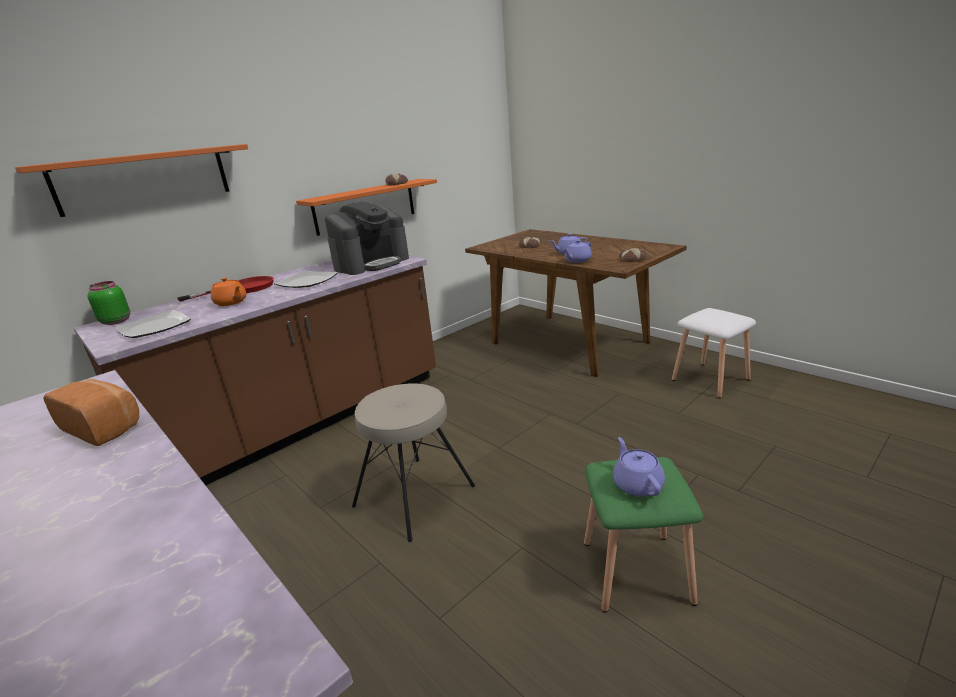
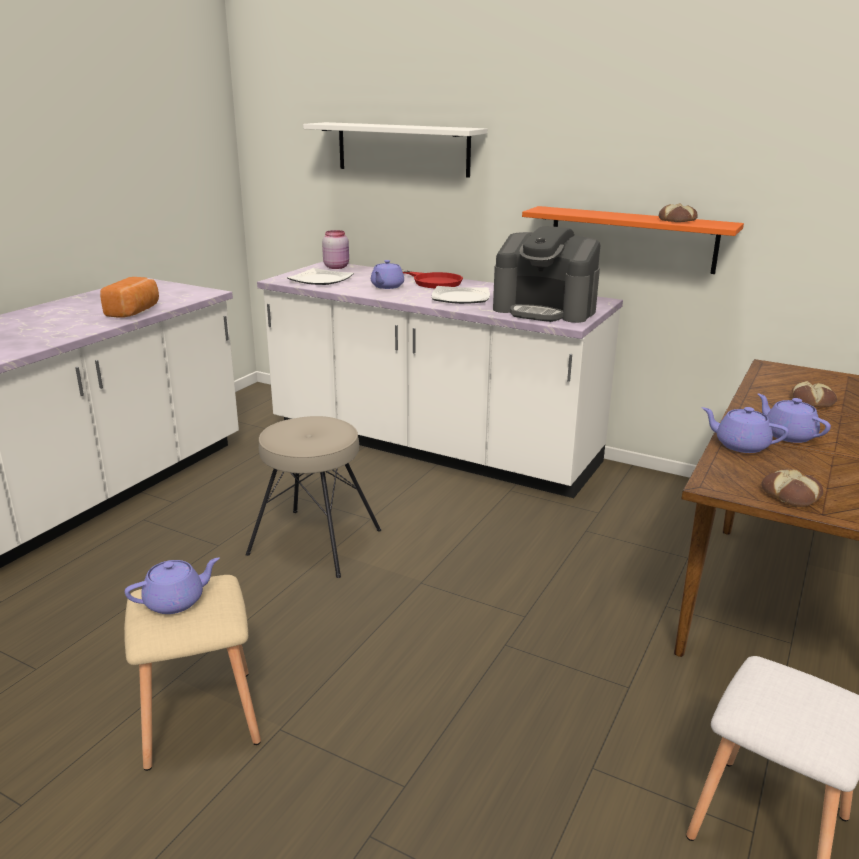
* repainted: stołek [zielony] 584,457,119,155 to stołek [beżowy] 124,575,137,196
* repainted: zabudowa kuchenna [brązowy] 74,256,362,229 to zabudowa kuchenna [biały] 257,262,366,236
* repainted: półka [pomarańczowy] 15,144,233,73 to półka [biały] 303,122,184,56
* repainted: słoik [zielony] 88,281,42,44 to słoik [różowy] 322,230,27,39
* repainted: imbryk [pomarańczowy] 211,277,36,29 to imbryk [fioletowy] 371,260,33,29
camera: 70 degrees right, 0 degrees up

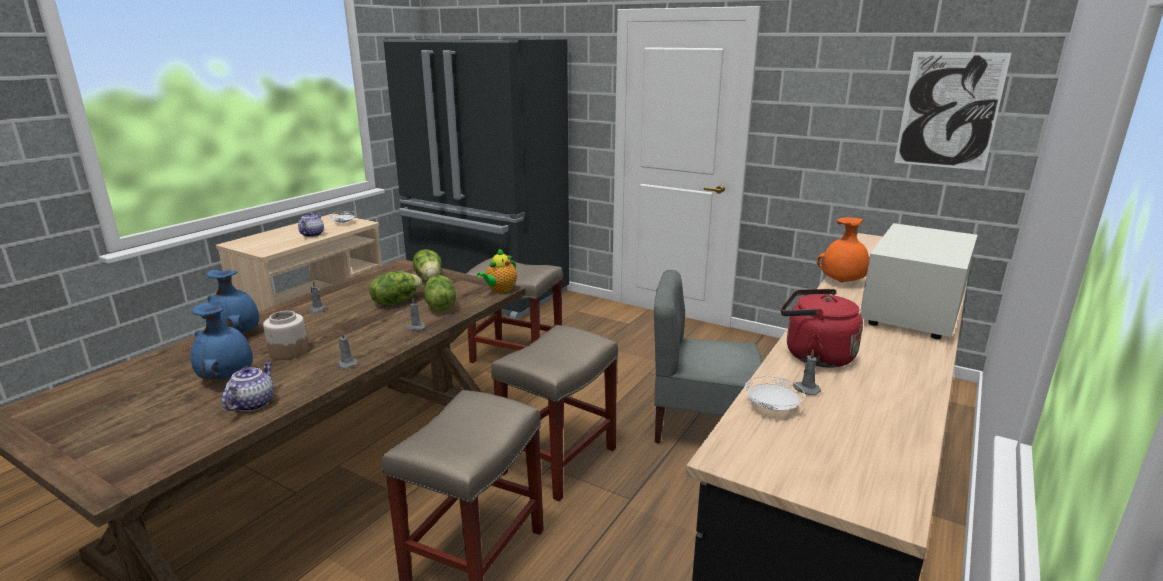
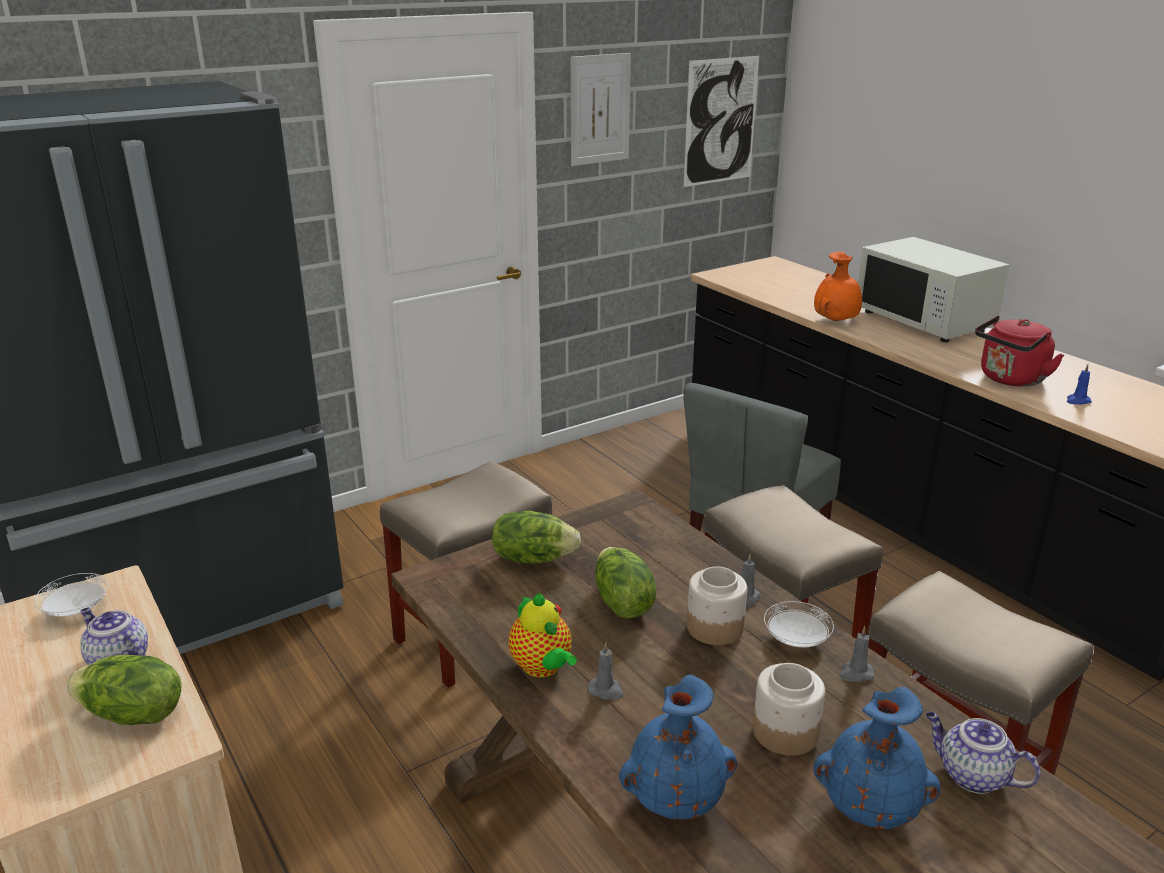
* shifted: sałata 424,275,32,36 to 67,655,115,70
* shifted: imbryk 477,248,40,45 to 509,593,68,85
* new: obraz 571,53,60,113
* new: słoik 687,566,60,79
* shifted: talerz [biały] 745,376,60,34 to 764,601,70,46
* repainted: świeca [szary] 793,350,28,45 to świeca [niebieski] 1067,364,25,40
camera: 65 degrees left, 5 degrees up

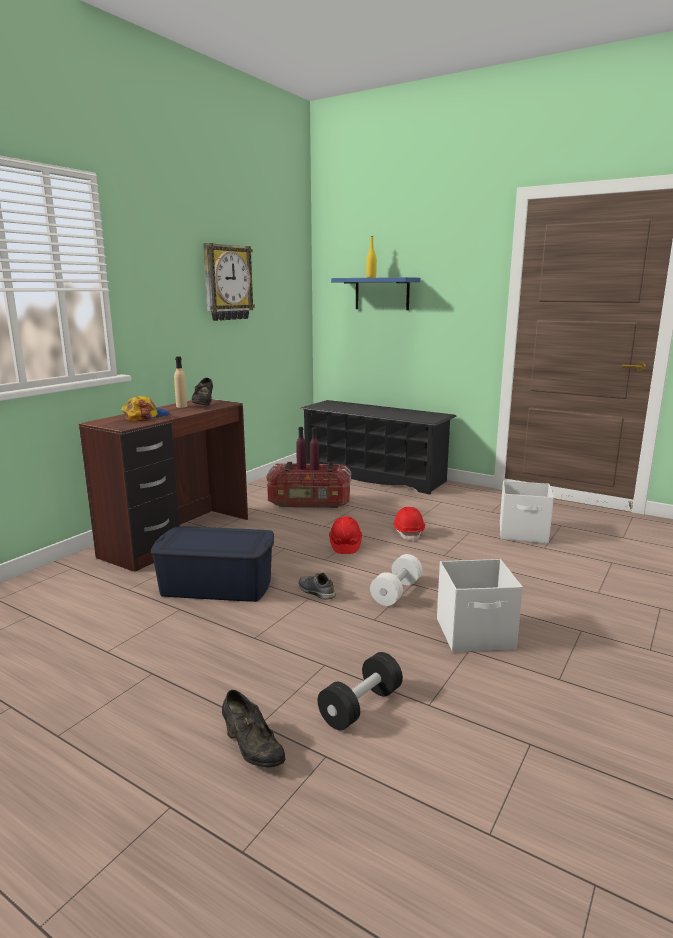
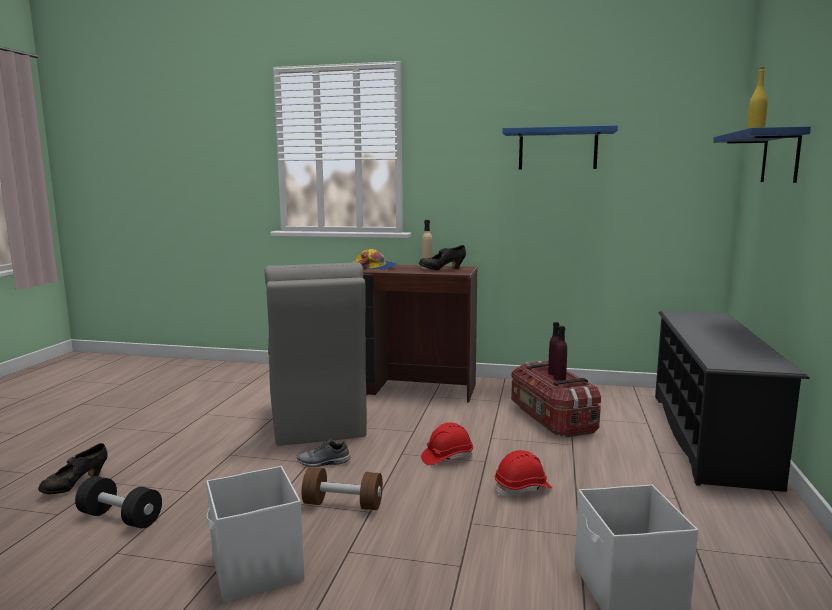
* swapped: pojemnik do przechowywania [niebieski] 151,526,123,76 to krzesło [szary] 264,262,103,184
* rotated: but [szary] 299,573,37,27 = 297,439,53,28 120 degrees counterclockwise
* repainted: hantel [biały] 370,554,53,52 to hantel [brązowy] 302,467,81,43
* swapped: zegar ścienny 203,243,52,78 to półka [niebieski] 502,125,116,45
camera: 70 degrees right, 5 degrees down

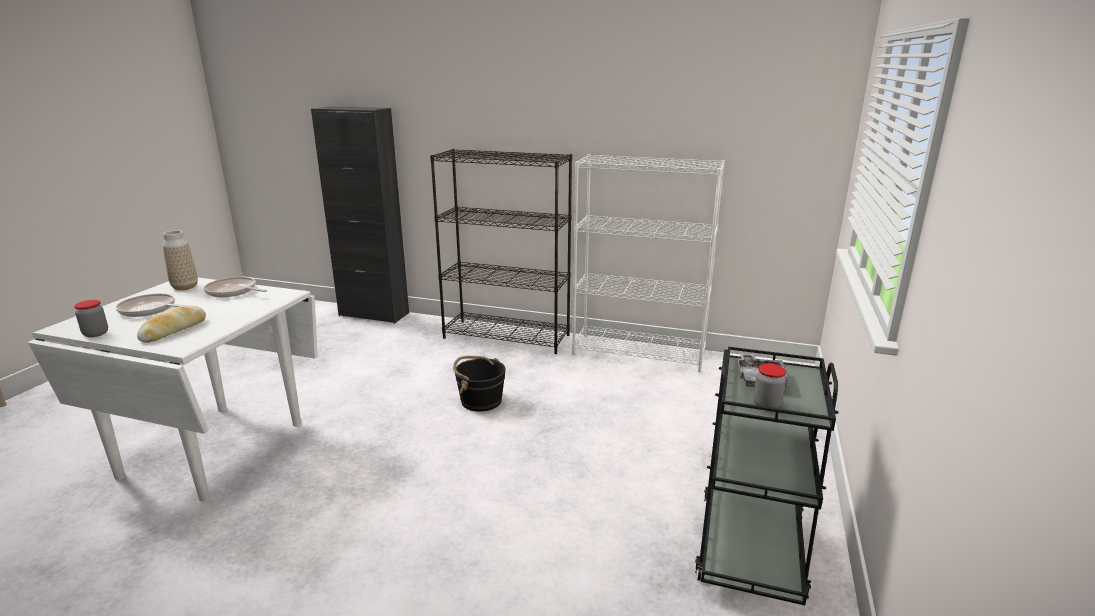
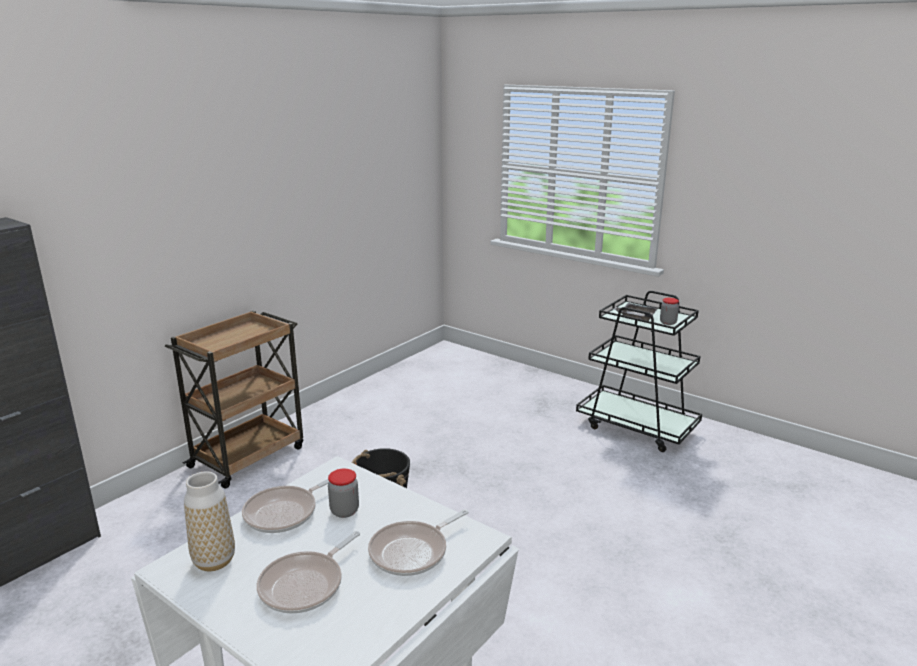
* swapped: regał [czarny] 430,149,142,205 to wózek [brązowy] 165,311,138,178
* shifted: słoik 74,300,34,37 to 328,469,31,49
* swapped: chleb 137,305,69,38 to patelnia 368,509,101,67
* gone: regał [biały] 572,154,153,218
camera: 70 degrees left, 0 degrees up

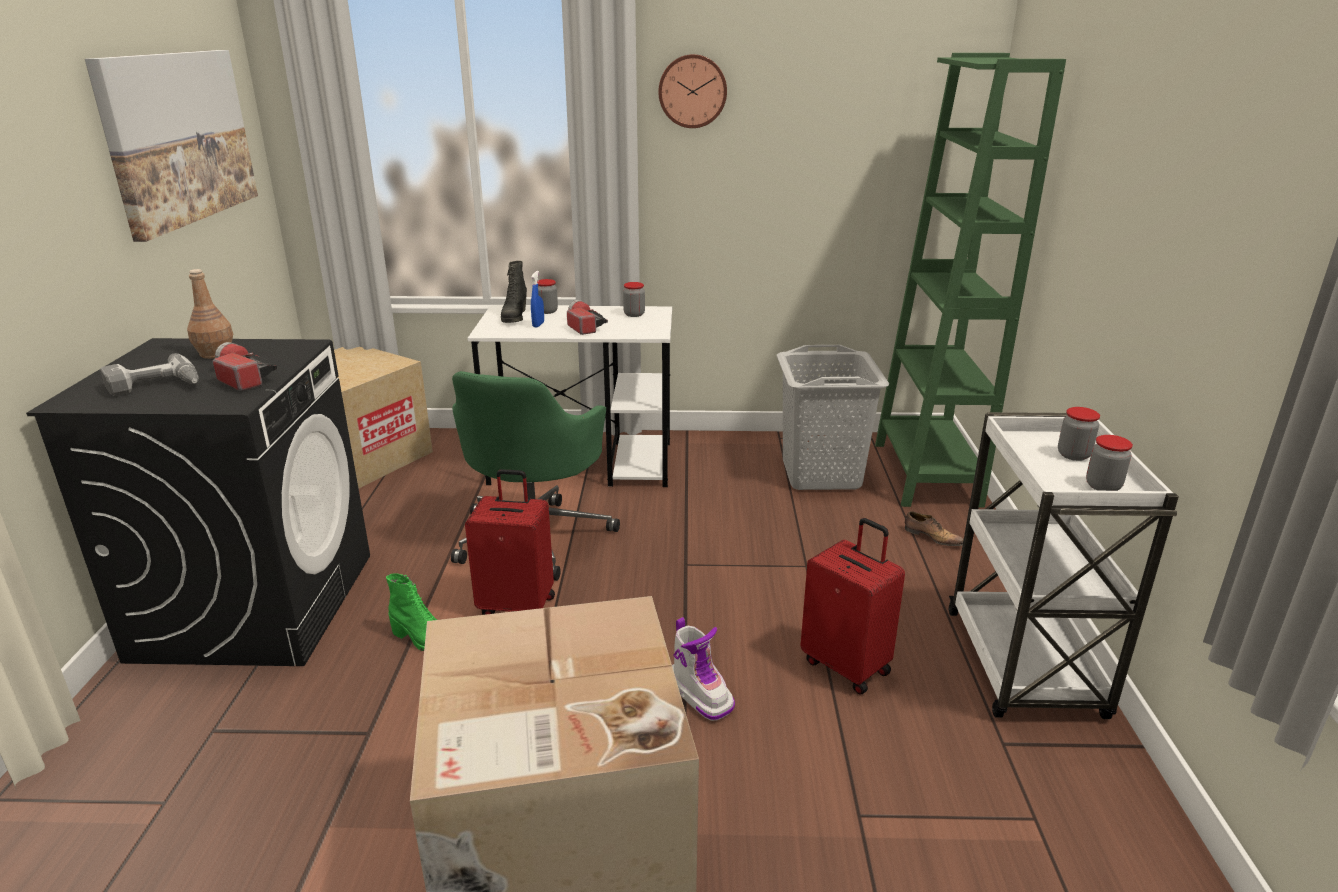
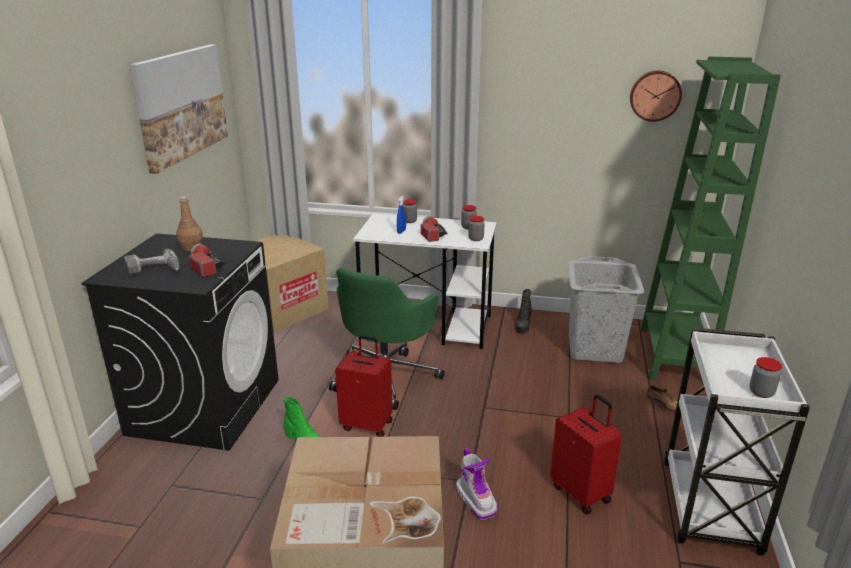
* shifted: słoik 1058,407,42,54 to 468,216,17,25
* shifted: but z cholewką [czarny] 501,261,26,62 to 515,289,17,44
* shifted: zegar ścienny 658,54,69,74 to 630,71,52,51
camera: 10 degrees right, 0 degrees up

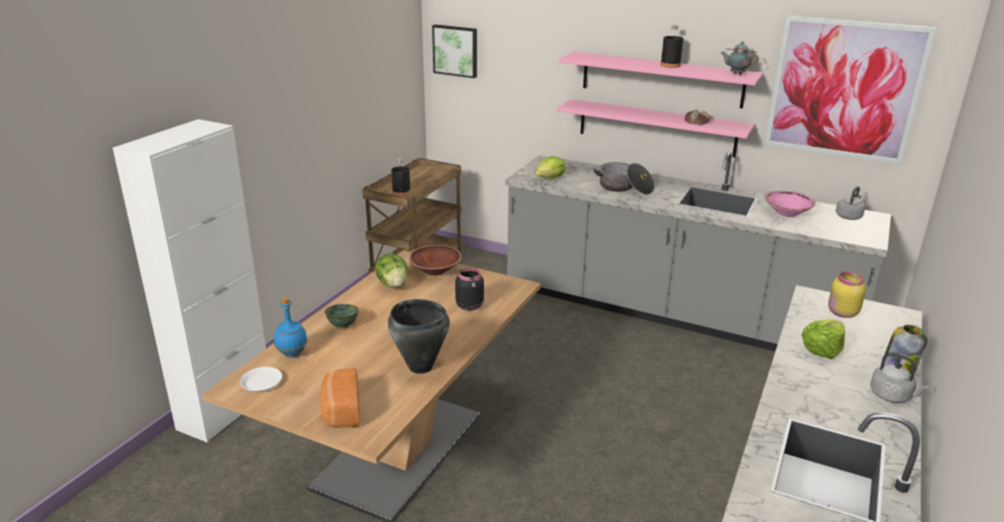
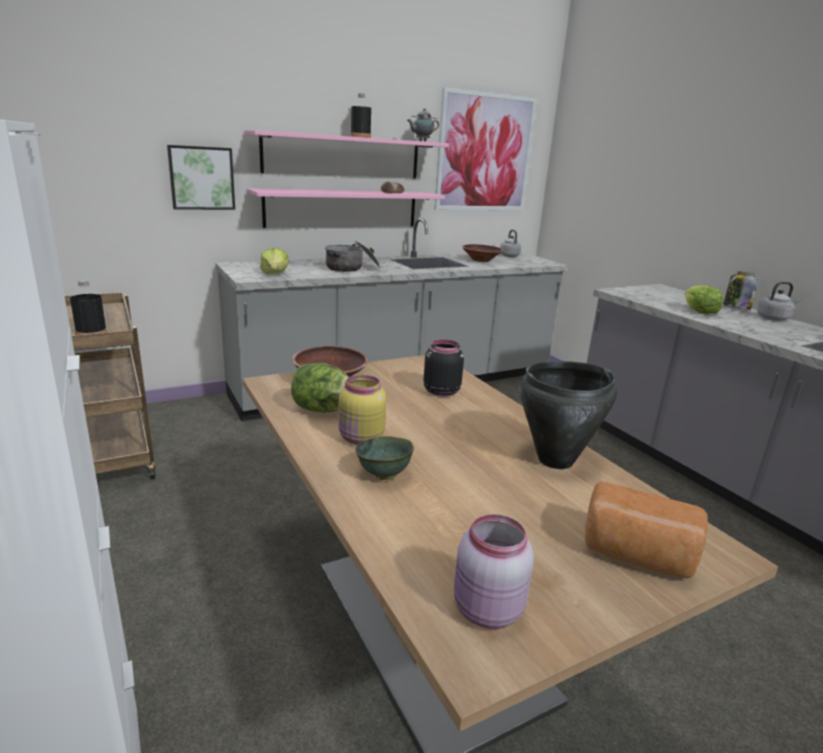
* shifted: obraz 432,25,45,53 to 167,145,68,65
* shifted: słoik [żółty] 828,271,38,47 to 338,375,48,70
* swapped: talerz [biały] 240,367,42,25 to słoik [różowy] 454,514,80,115
* repainted: miska [różowy] 765,191,51,26 to miska [brązowy] 462,244,41,18
* gone: butelka [niebieski] 274,297,34,61
camera: 55 degrees left, 5 degrees down

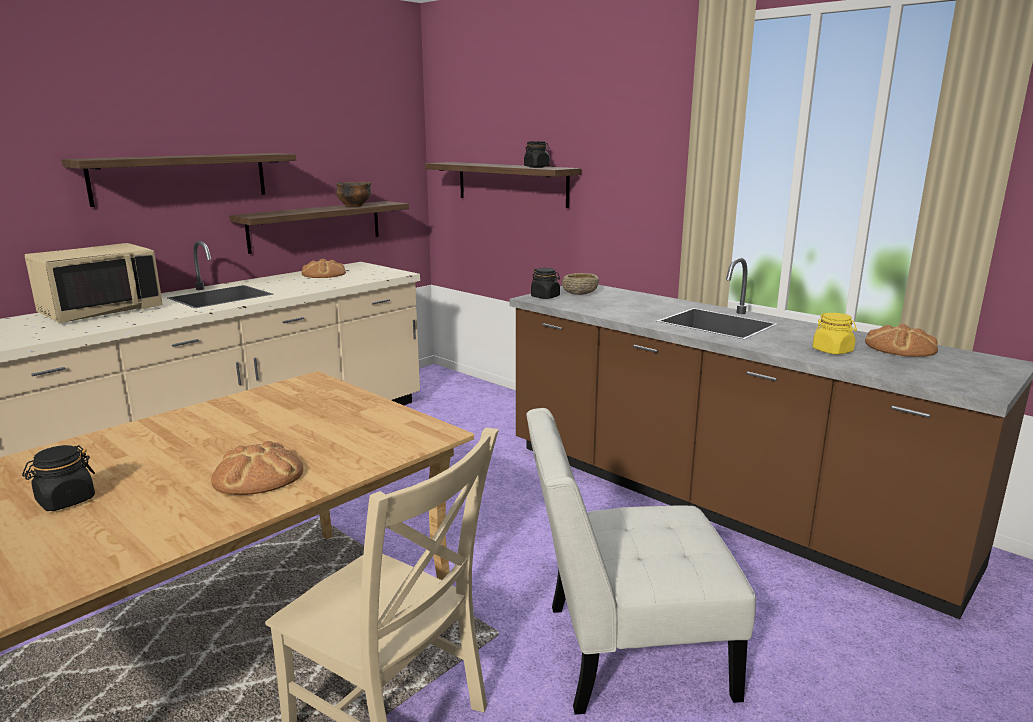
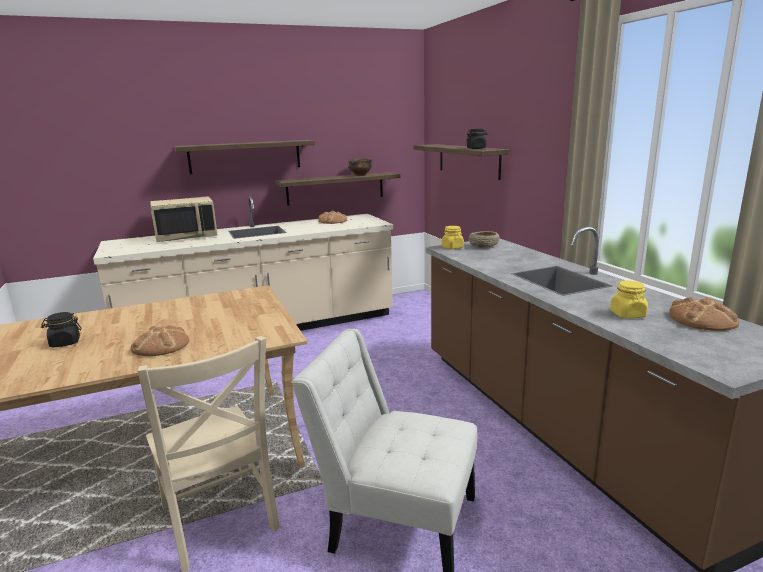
* repainted: słoik [czarny] 531,268,29,31 to słoik [żółty] 442,226,22,23
camera: 25 degrees right, 0 degrees up

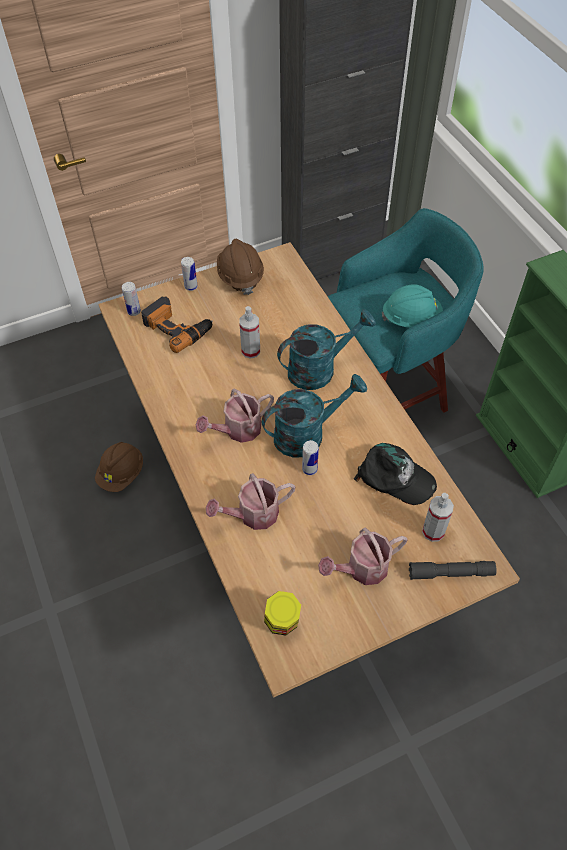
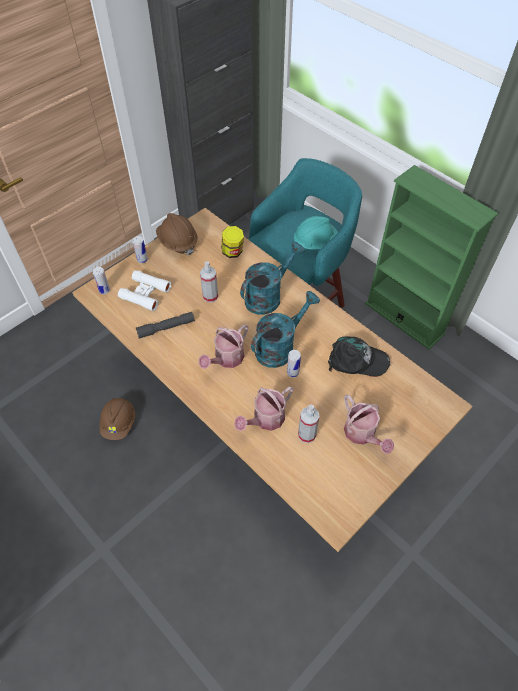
* swapped: wiertarka 141,296,72,57 to lornetka [biały] 118,270,53,41
* shifted: latarka [szary] 409,561,87,19 to 136,312,59,27
* shifted: słoik 264,591,37,45 to 221,226,23,32
* shifted: spryskiwacz 422,493,32,49 to 298,405,21,38
* rotated: konewka 318,527,90,58 = 344,395,50,59 75 degrees counterclockwise
camera: 20 degrees left, 0 degrees up

